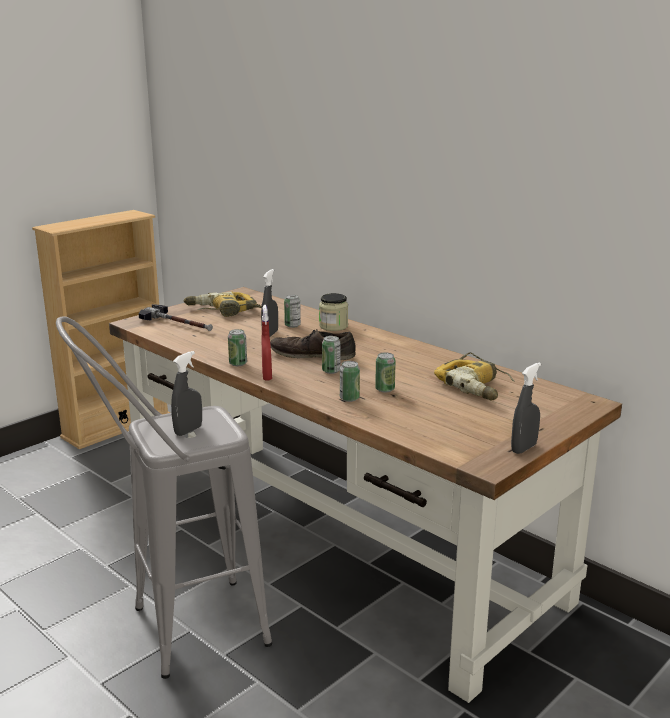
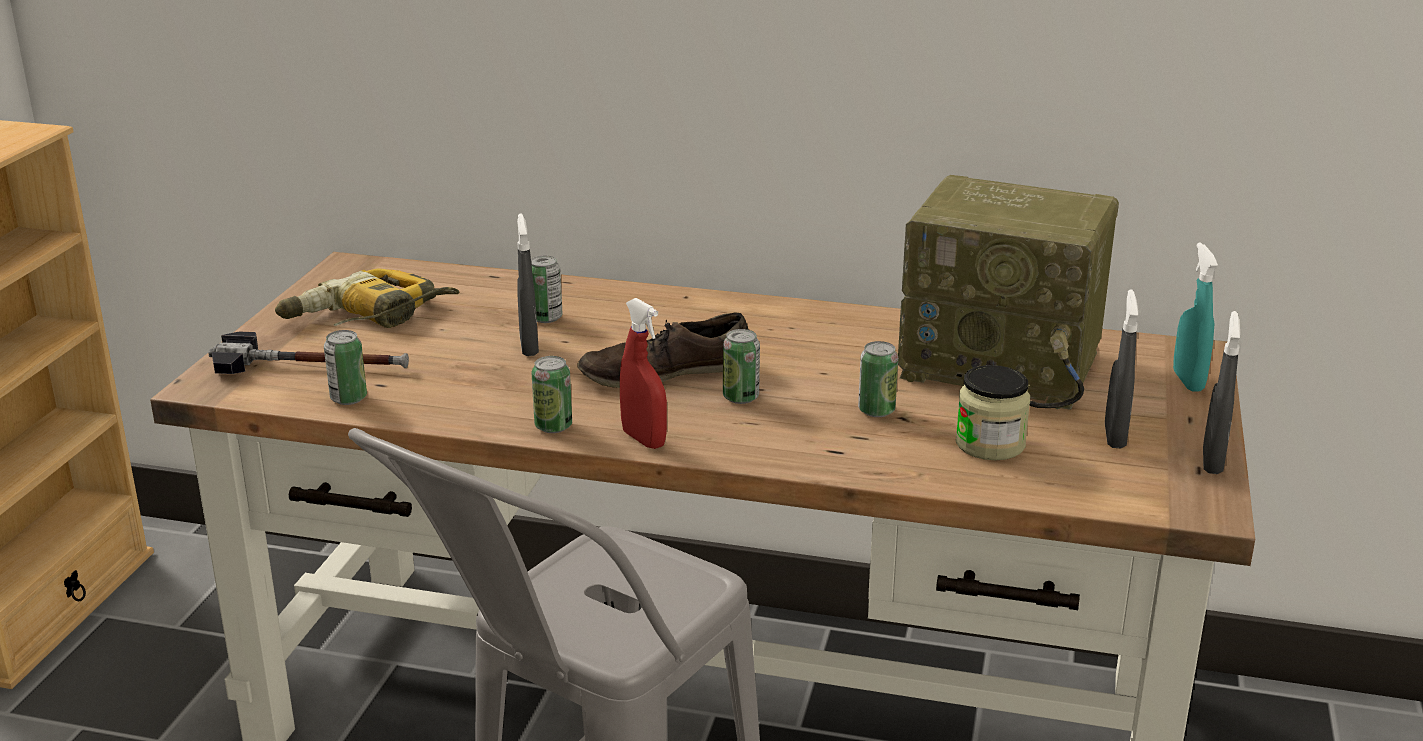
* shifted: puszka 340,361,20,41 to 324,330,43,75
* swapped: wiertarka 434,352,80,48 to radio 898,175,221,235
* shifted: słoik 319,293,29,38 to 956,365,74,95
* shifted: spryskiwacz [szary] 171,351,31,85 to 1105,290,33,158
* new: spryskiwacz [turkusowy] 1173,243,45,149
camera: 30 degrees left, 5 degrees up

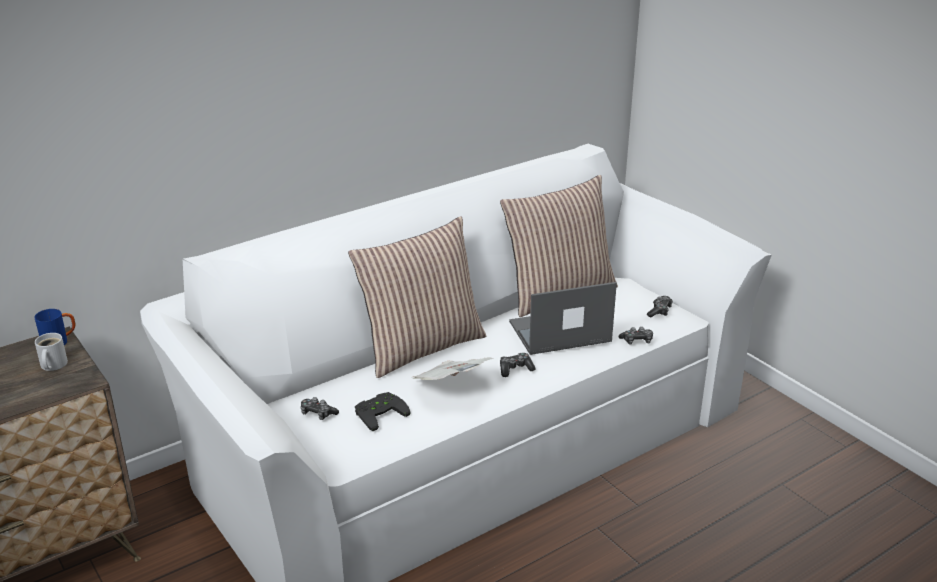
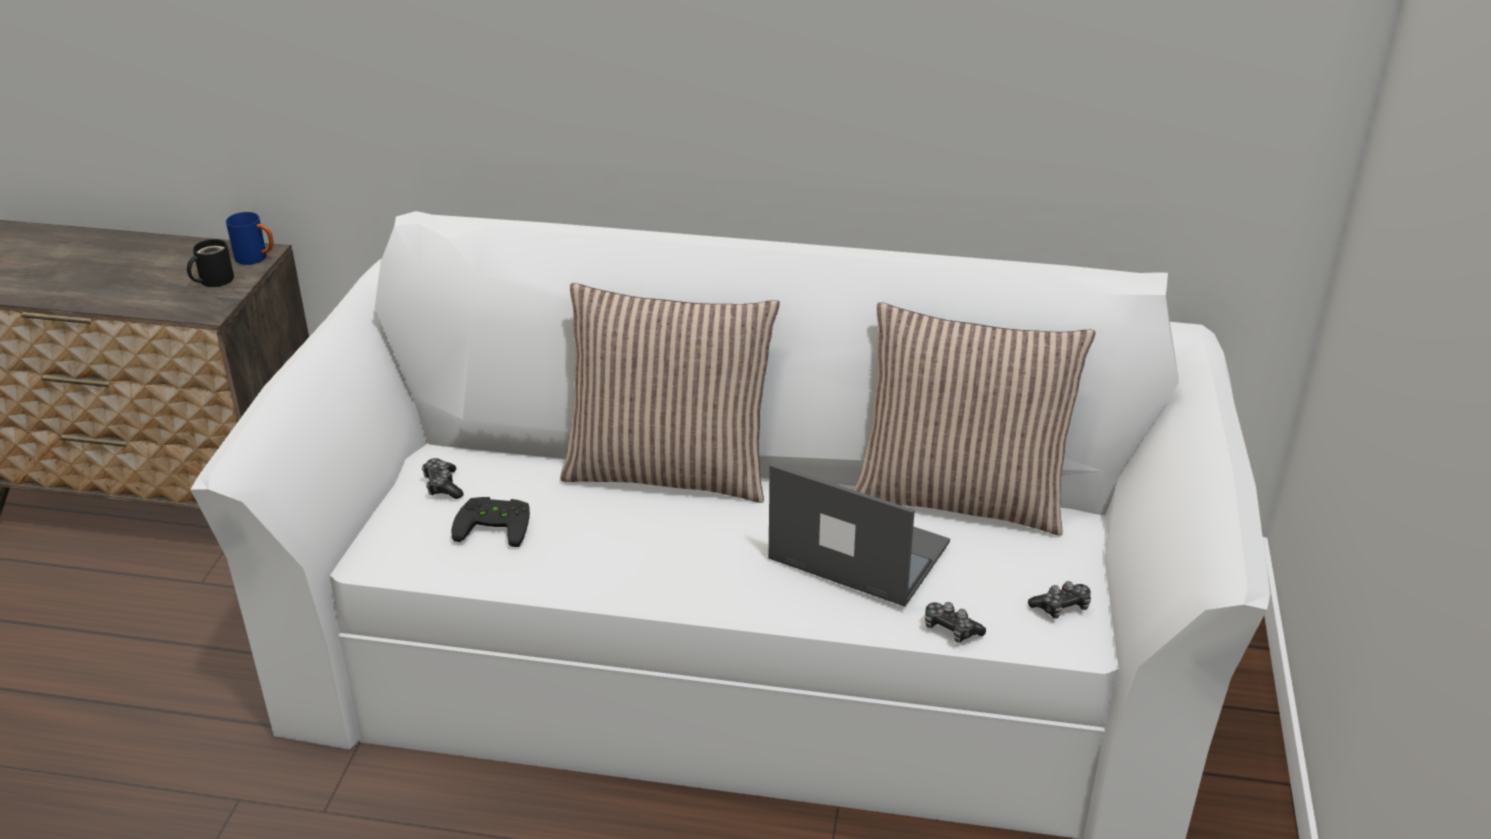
* repainted: kubek [biały] 35,333,33,38 to kubek [czarny] 187,239,47,48
* gone: gazeta 413,357,81,23
* gone: pad do gier 500,353,36,24
camera: 45 degrees right, 5 degrees up

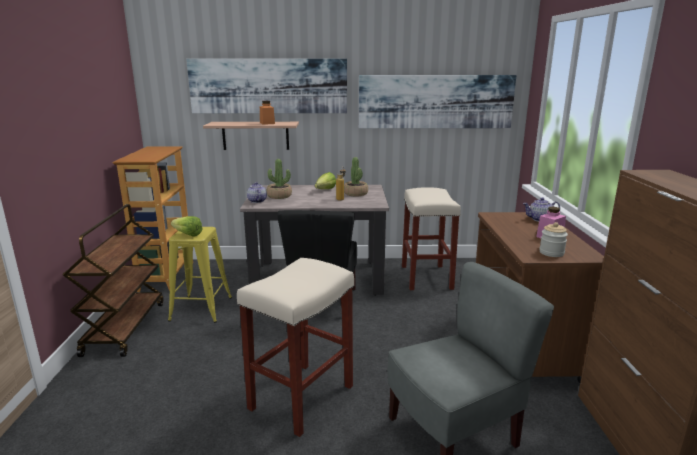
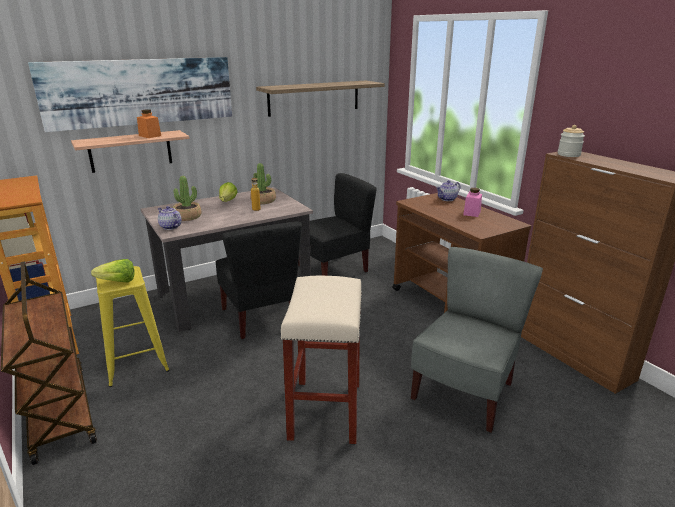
* swapped: obraz 359,75,158,53 to półka 256,81,129,36
* swapped: stołek [beżowy] 402,187,59,103 to krzesło [czarny] 298,173,79,103
* shifted: słoik 539,222,29,35 to 558,125,27,32
camera: 30 degrees left, 5 degrees up

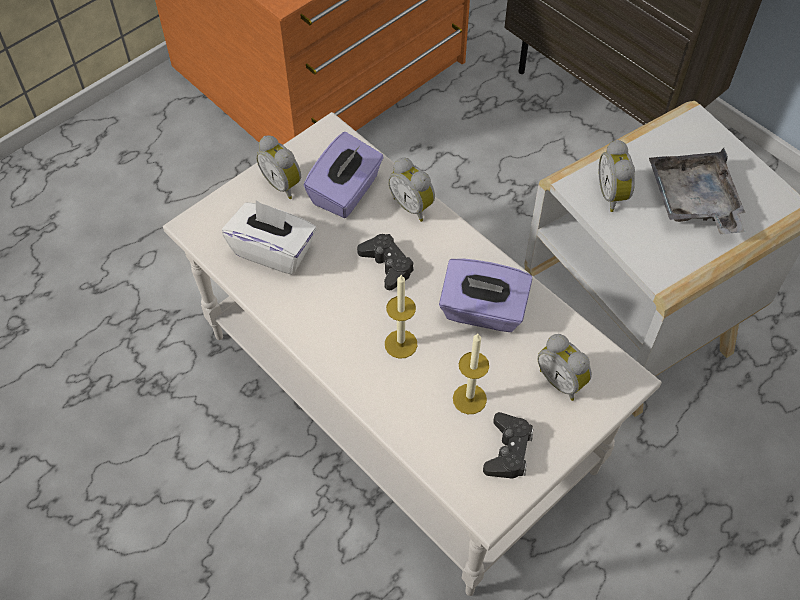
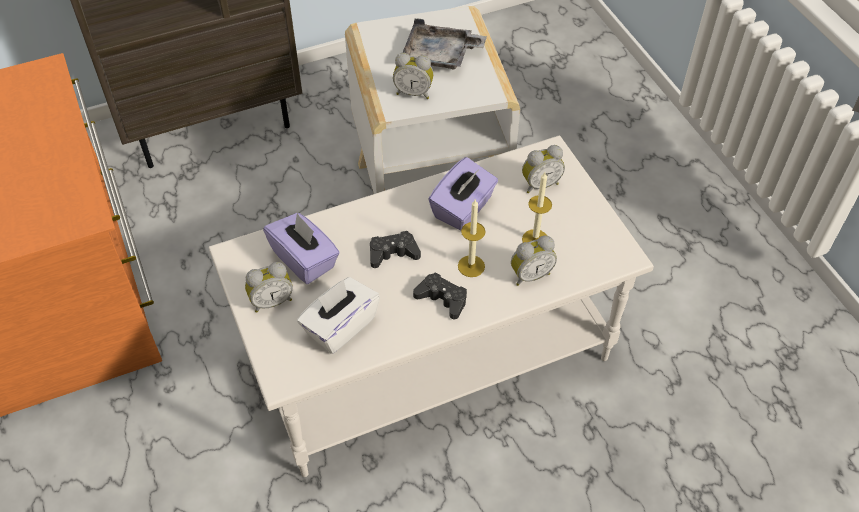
* shifted: pad do gier [czarny] 483,412,50,66 to 413,272,54,47
* shifted: budzik 388,157,47,65 to 511,235,46,51
camera: 70 degrees left, 5 degrees down

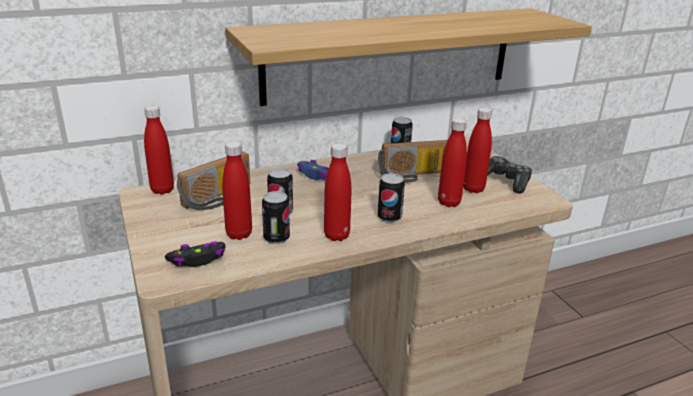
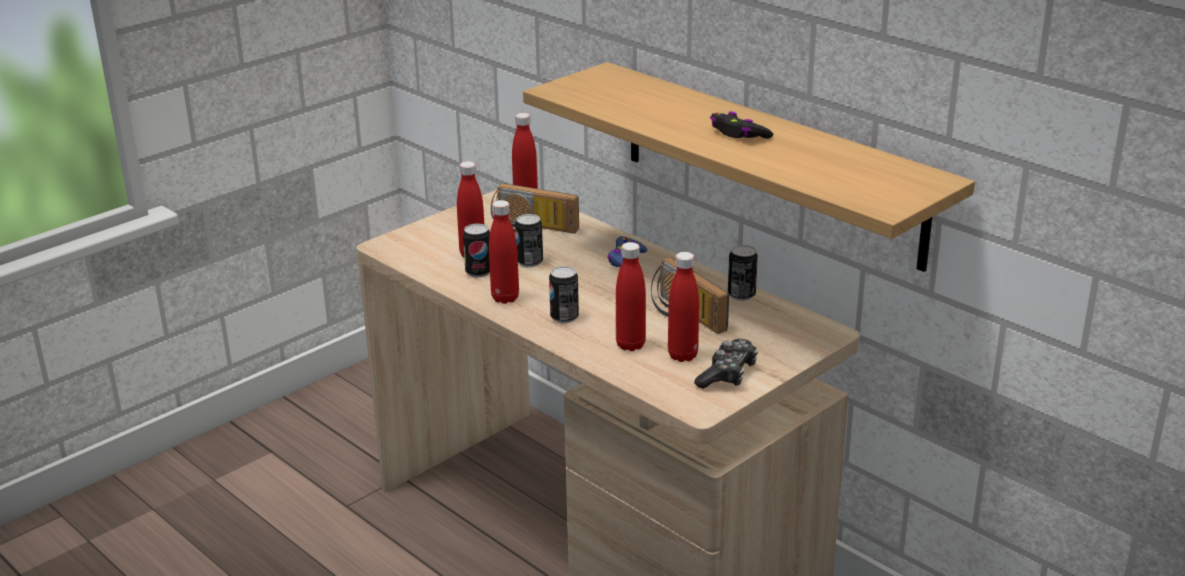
* shifted: pad do gier [czarny] 165,241,61,26 to 710,111,63,28
camera: 70 degrees right, 0 degrees up

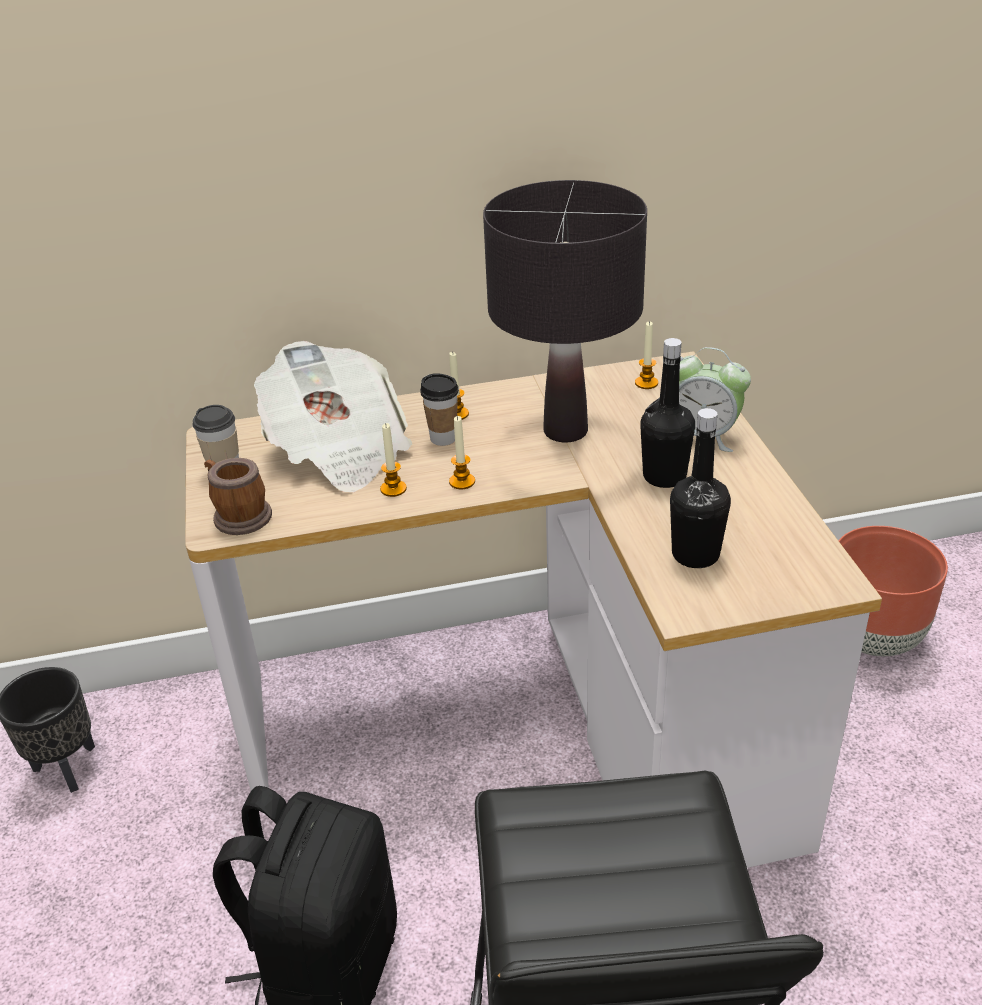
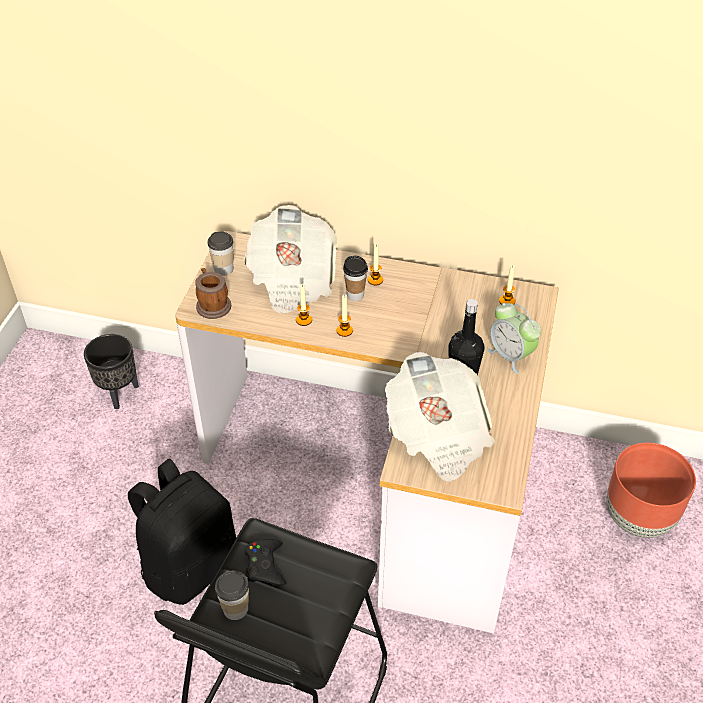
* new: filiżanka 215,571,34,49
* new: pad do gier [czarny] 244,539,42,46
* swapped: butelka [czarny] 670,408,61,160 to gazeta 385,352,110,130
* gone: lampa stołowa [czarny] 483,180,164,263
camera: 25 degrees right, 10 degrees up

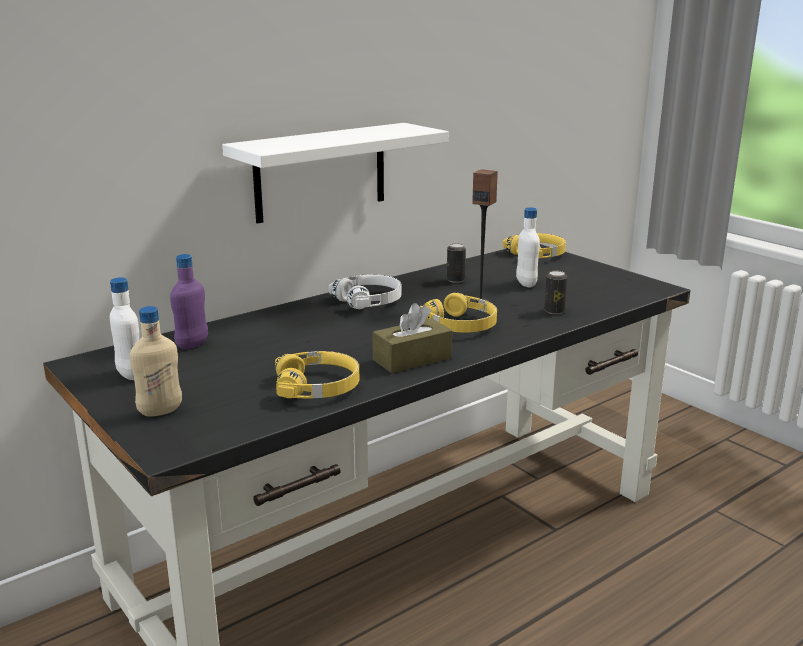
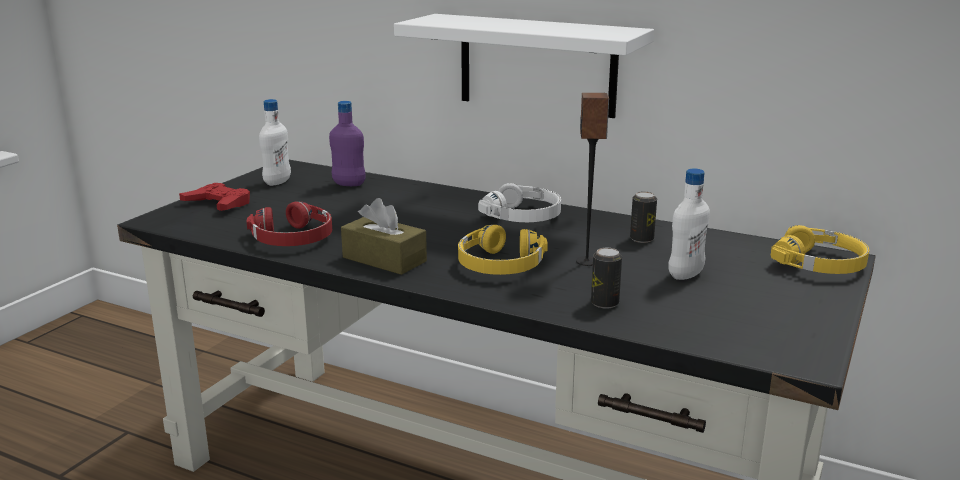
* swapped: butelka [beżowy] 130,306,52,110 to pad do gier [czerwony] 179,183,71,28
* repainted: słuchawki [żółty] 275,351,84,48 to słuchawki [czerwony] 246,202,86,44
camera: 65 degrees right, 0 degrees up

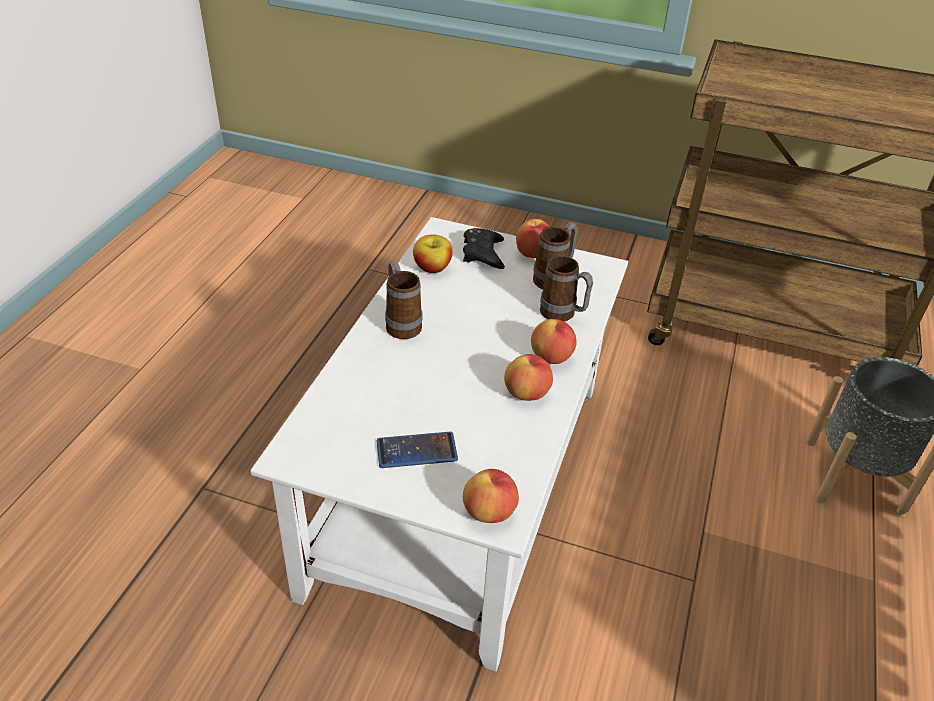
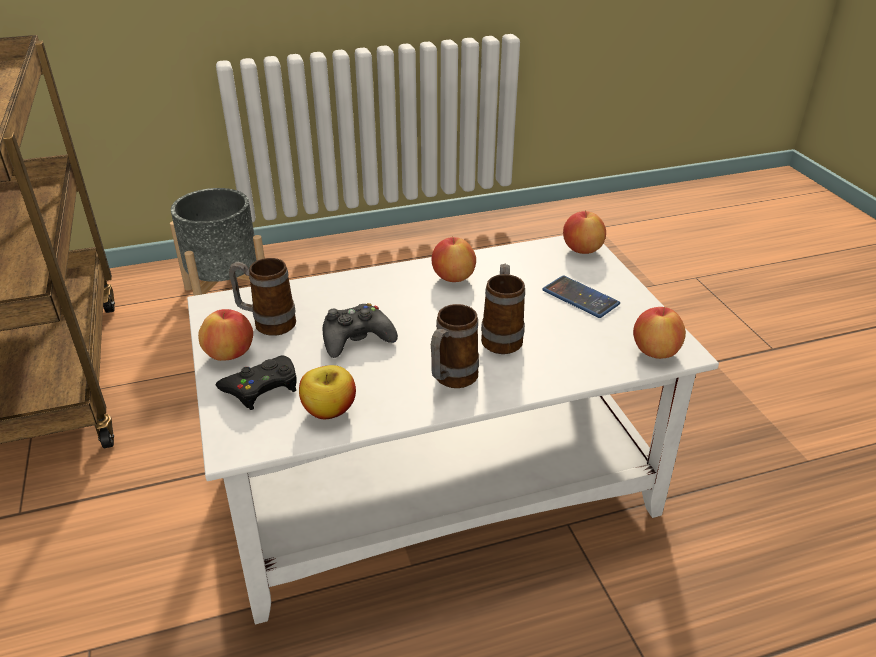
* new: pad do gier [czarny] 323,303,75,55
* shifted: kubek 540,256,53,65 to 481,264,44,90
* shifted: jabłko 531,319,46,45 to 633,307,53,52
camera: 125 degrees left, 5 degrees down

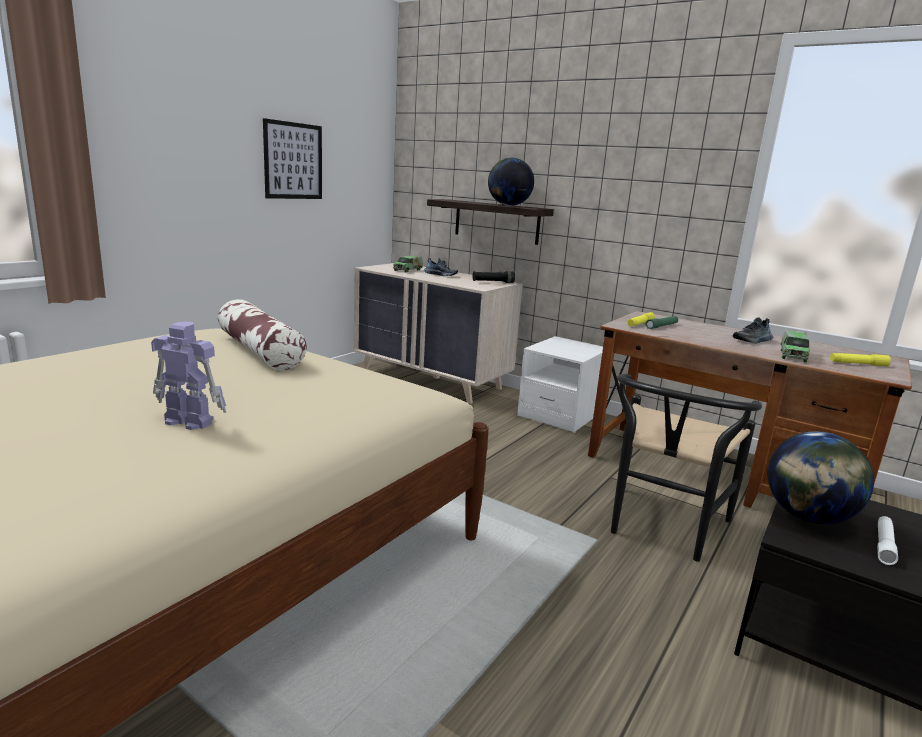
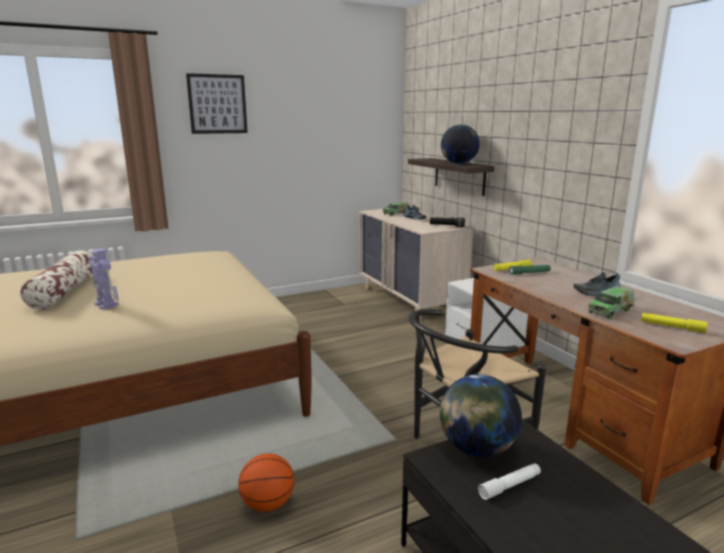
* shifted: poduszka 218,299,89,71 to 20,251,73,59
* shifted: obraz 263,118,59,81 to 186,73,62,61
* new: piłka do koszykówki 238,453,56,59
camera: 30 degrees right, 0 degrees up

